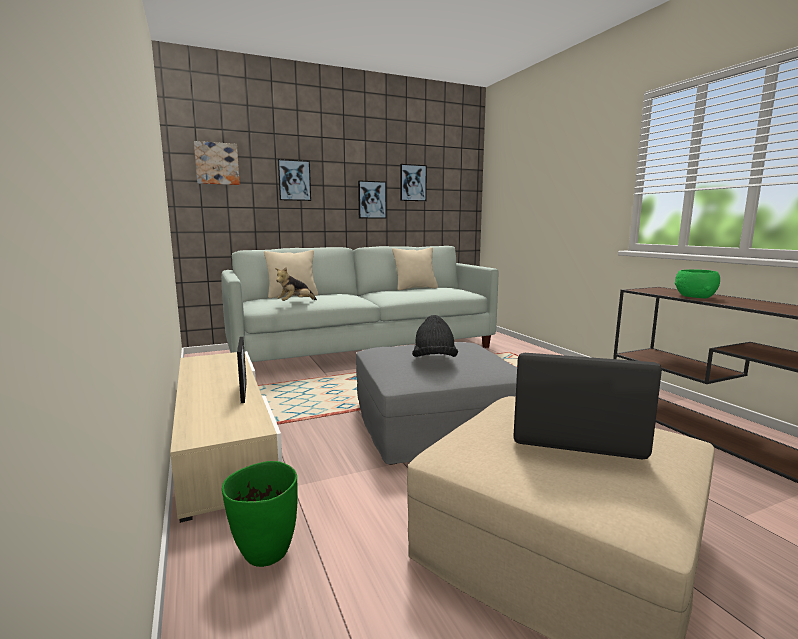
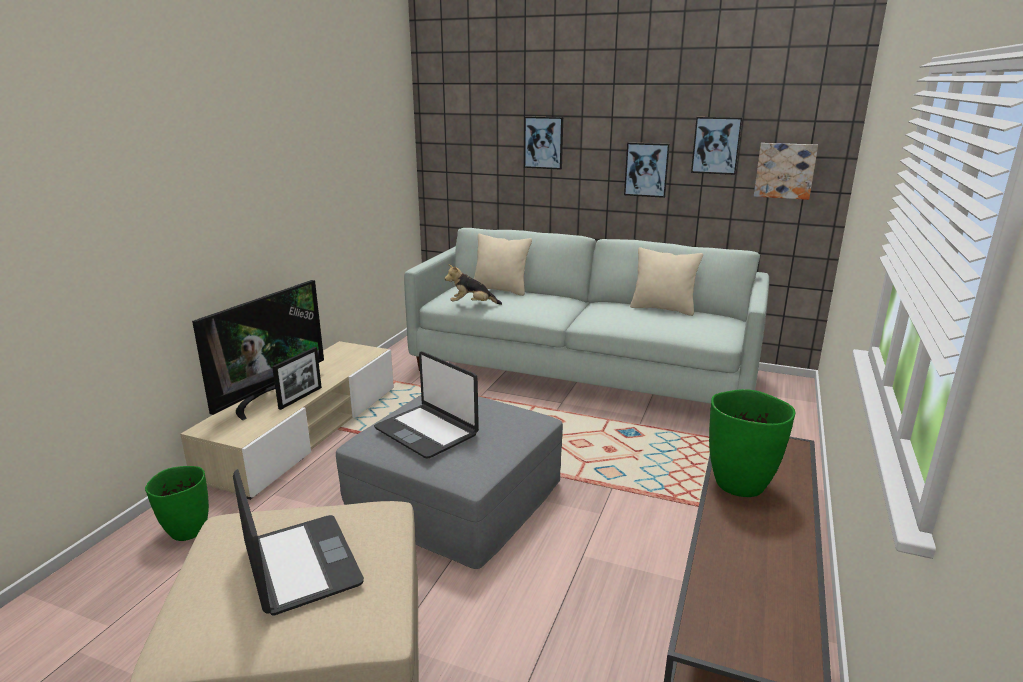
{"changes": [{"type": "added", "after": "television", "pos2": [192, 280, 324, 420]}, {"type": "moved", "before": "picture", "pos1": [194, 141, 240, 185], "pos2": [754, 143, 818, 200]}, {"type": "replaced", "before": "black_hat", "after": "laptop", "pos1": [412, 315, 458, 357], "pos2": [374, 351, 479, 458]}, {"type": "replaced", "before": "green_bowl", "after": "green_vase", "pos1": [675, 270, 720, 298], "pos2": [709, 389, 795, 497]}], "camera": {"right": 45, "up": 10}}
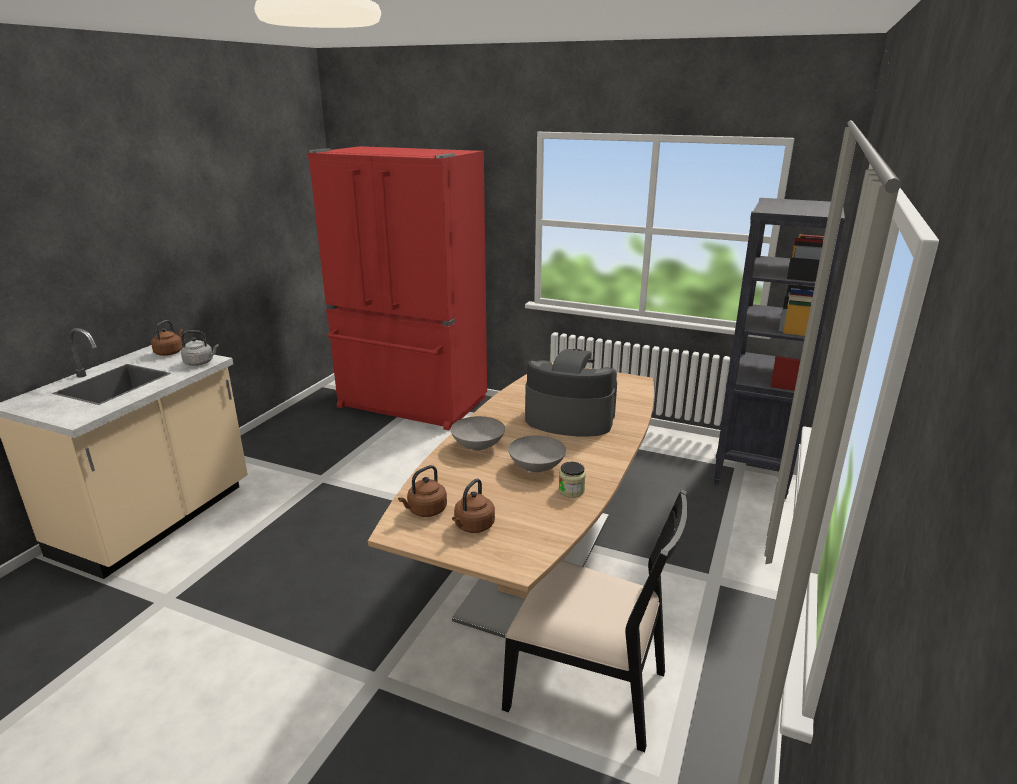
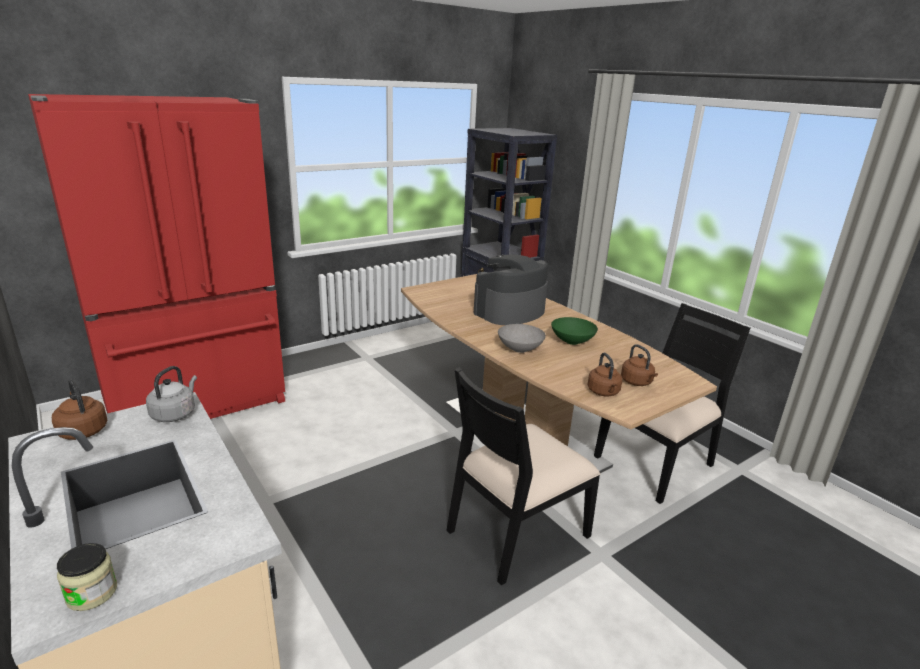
{"changes": [{"type": "added", "after": "black_chair", "pos2": [446, 367, 600, 586]}, {"type": "moved", "before": "jar", "pos1": [559, 462, 586, 498], "pos2": [57, 543, 117, 611]}, {"type": "recoloured", "before": "grey_bowl", "after": "green_bowl", "pos1": [508, 435, 566, 473], "pos2": [551, 317, 598, 345]}], "camera": {"right": -60, "up": 0}}
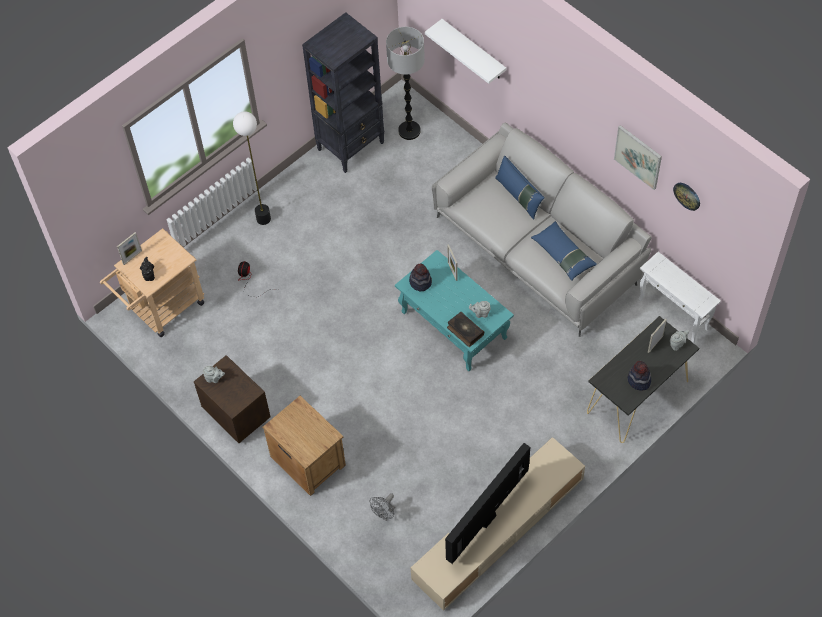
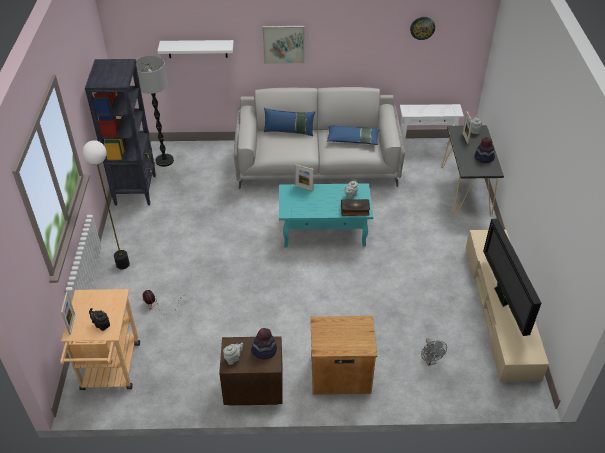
{"changes": [{"type": "moved", "before": "hat", "pos1": [409, 263, 432, 291], "pos2": [251, 328, 277, 359]}, {"type": "moved", "before": "picture", "pos1": [614, 125, 662, 190], "pos2": [262, 26, 304, 64]}], "camera": {"right": -50, "up": -15}}
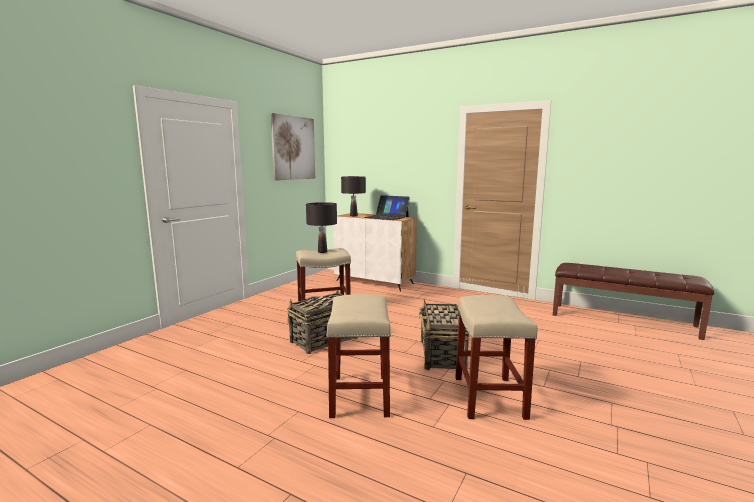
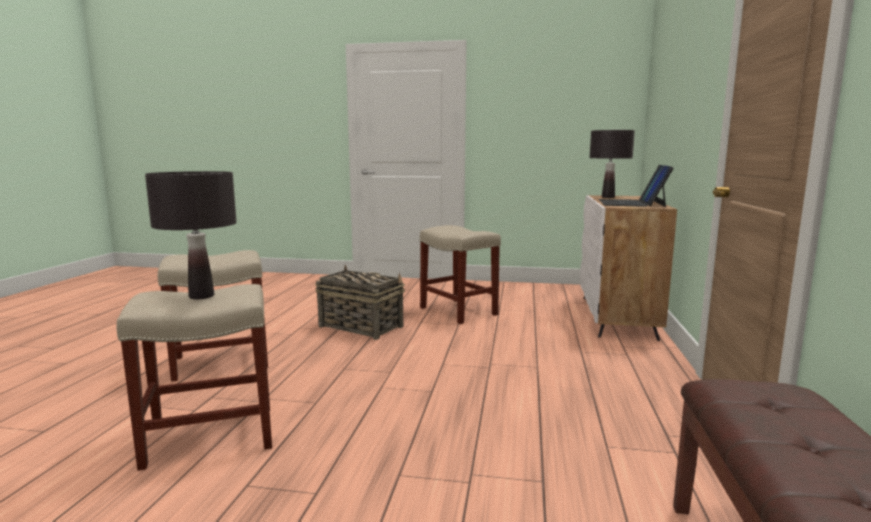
{"changes": [{"type": "removed", "before": "picture", "pos1": [271, 113, 315, 181]}, {"type": "removed", "before": "basket", "pos1": [418, 299, 470, 370]}, {"type": "moved", "before": "black_table_lamp", "pos1": [306, 202, 337, 253], "pos2": [145, 171, 237, 299]}], "camera": {"right": 70, "up": 0}}
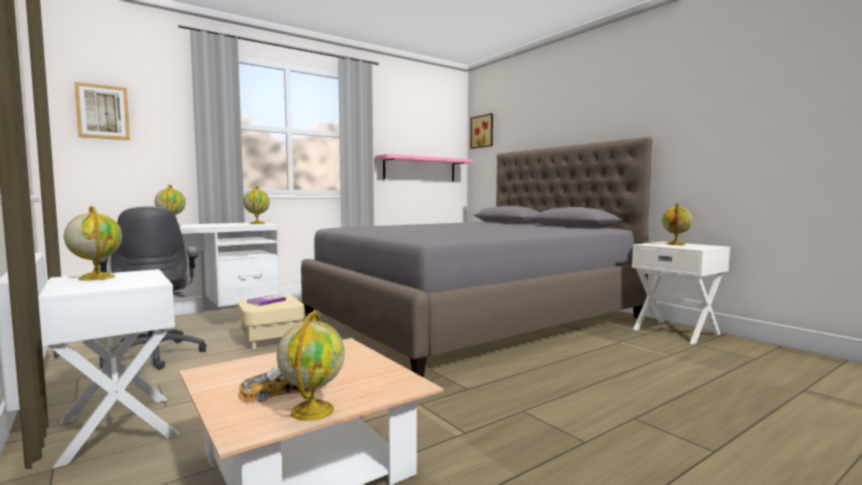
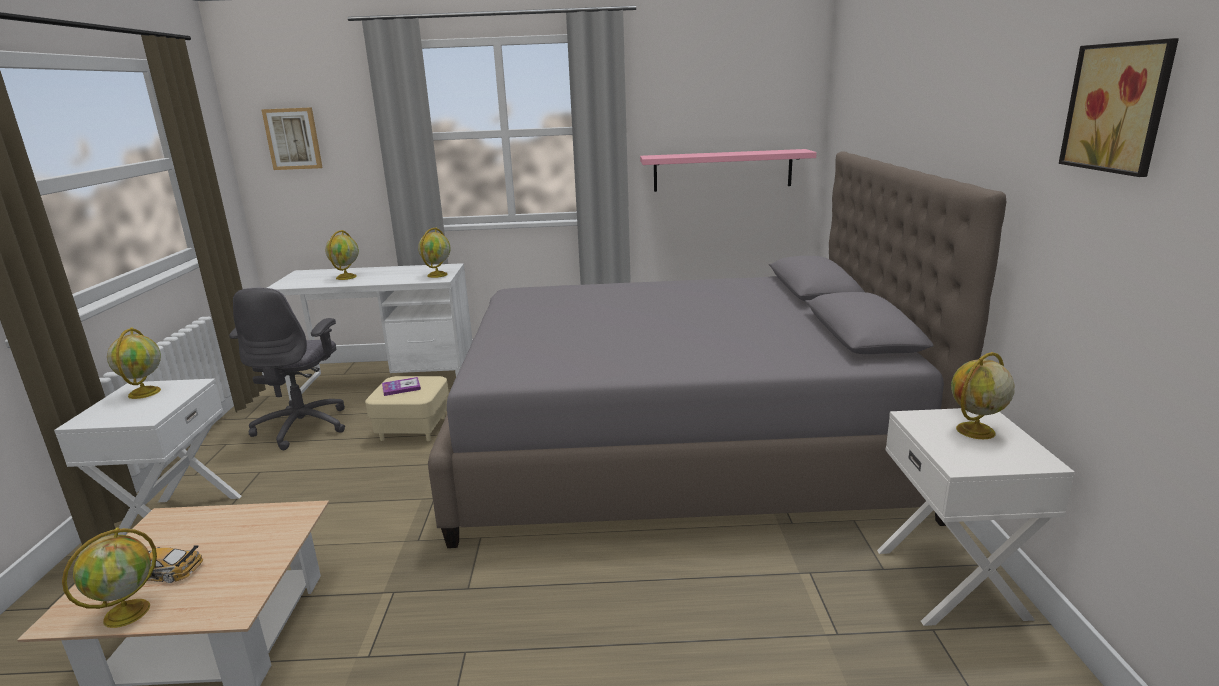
{"changes": [{"type": "moved", "before": "picture", "pos1": [470, 113, 493, 149], "pos2": [1059, 38, 1179, 177]}], "camera": {"right": 35, "up": 15}}
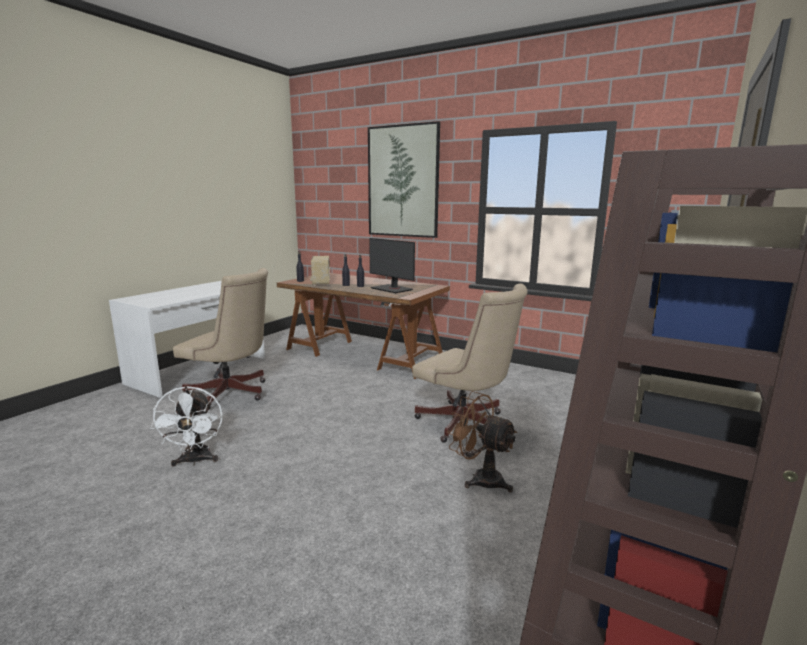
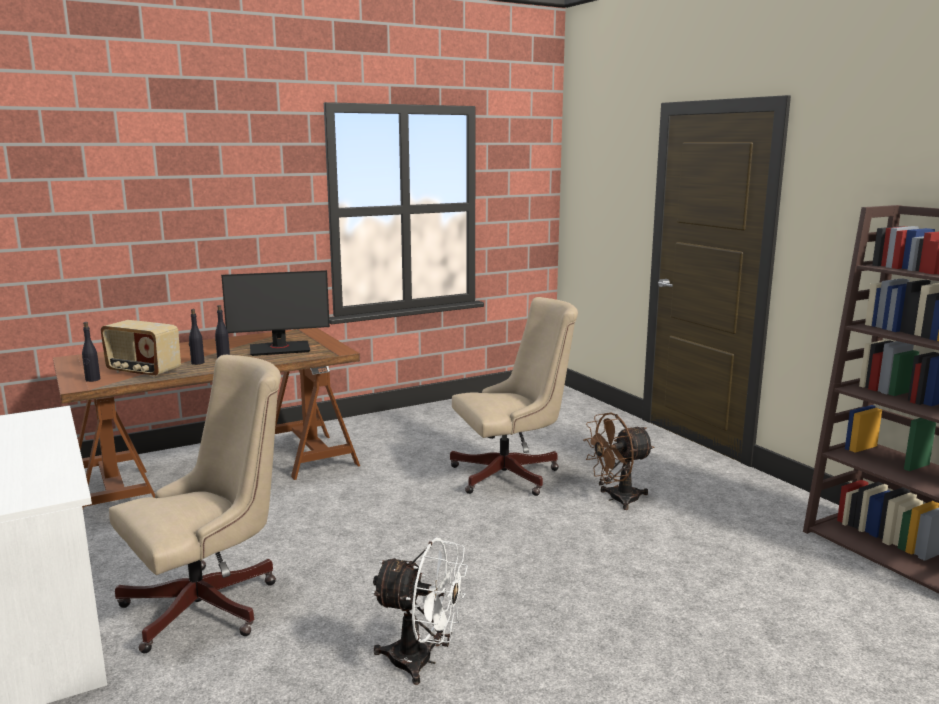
{"changes": [{"type": "removed", "before": "picture", "pos1": [368, 121, 440, 238]}], "camera": {"right": -60, "up": 0}}
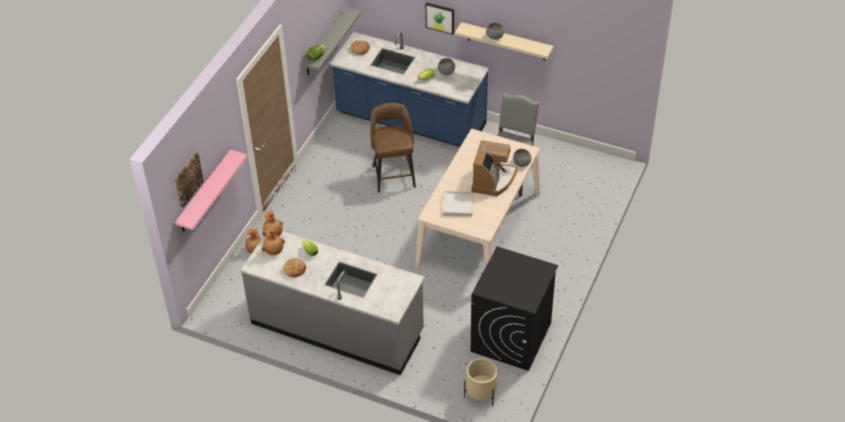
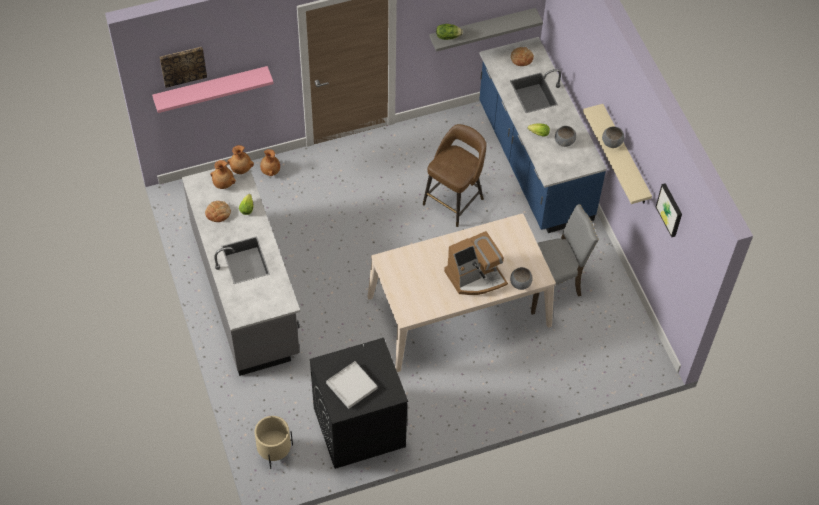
{"changes": [{"type": "moved", "before": "picture", "pos1": [425, 3, 454, 35], "pos2": [656, 183, 682, 237]}, {"type": "moved", "before": "white_tray", "pos1": [443, 191, 473, 217], "pos2": [326, 361, 377, 409]}], "camera": {"right": 45, "up": 10}}
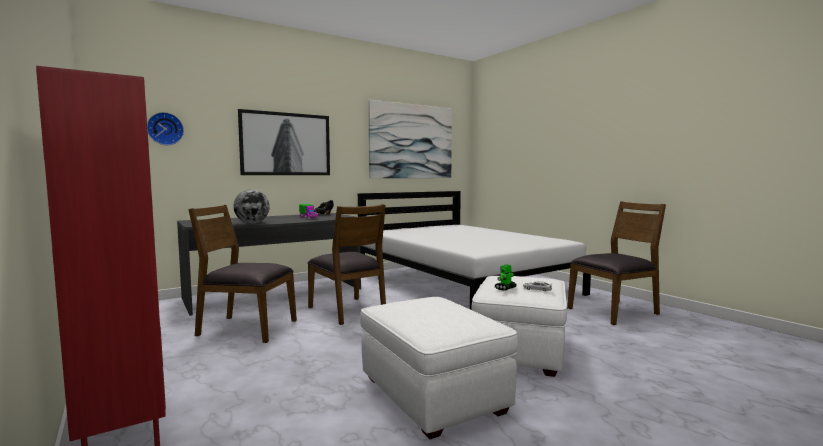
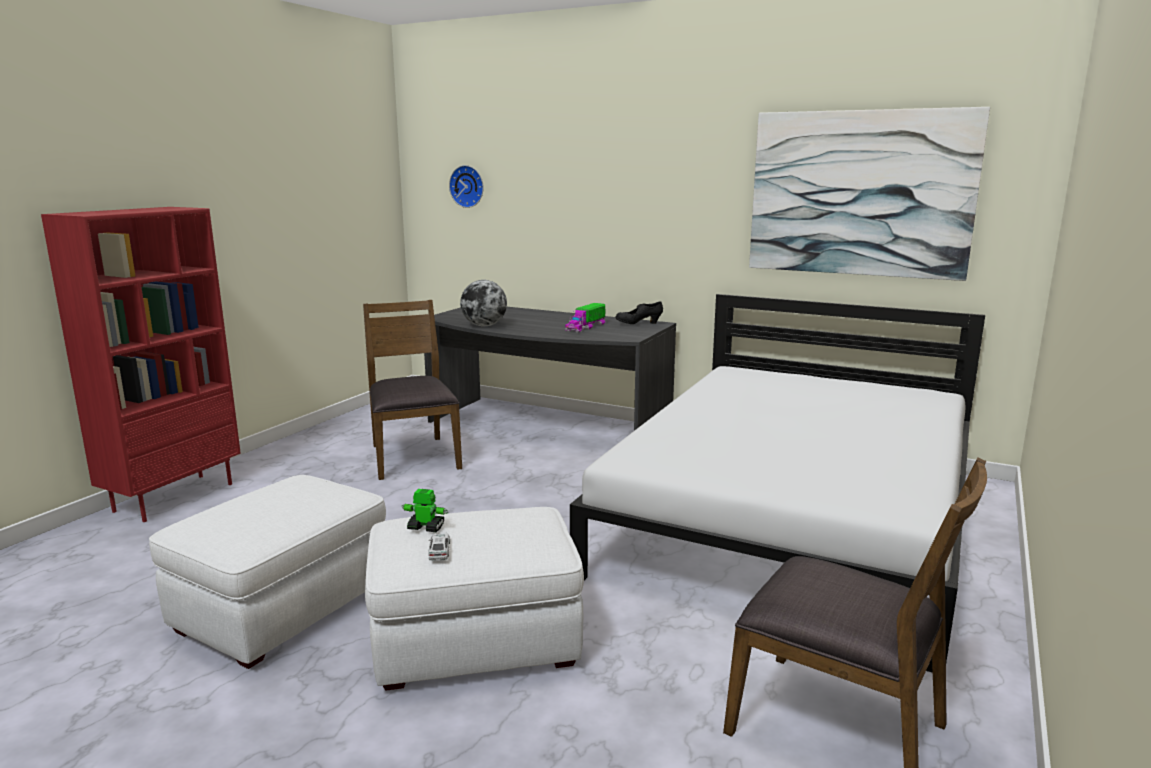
{"changes": [{"type": "removed", "before": "picture", "pos1": [238, 109, 330, 175]}, {"type": "removed", "before": "brown_chair", "pos1": [308, 204, 386, 325]}], "camera": {"right": 60, "up": 10}}
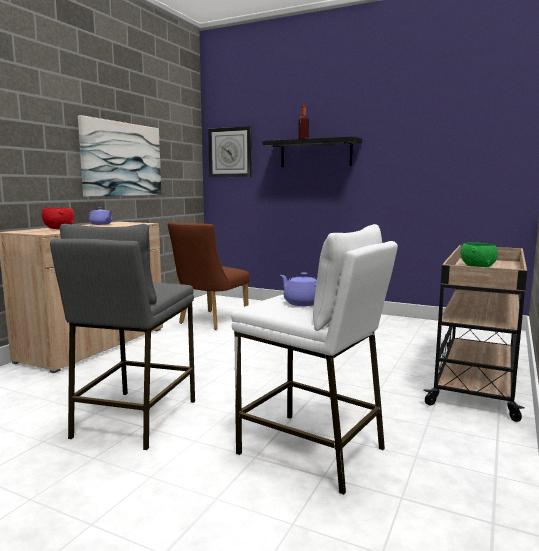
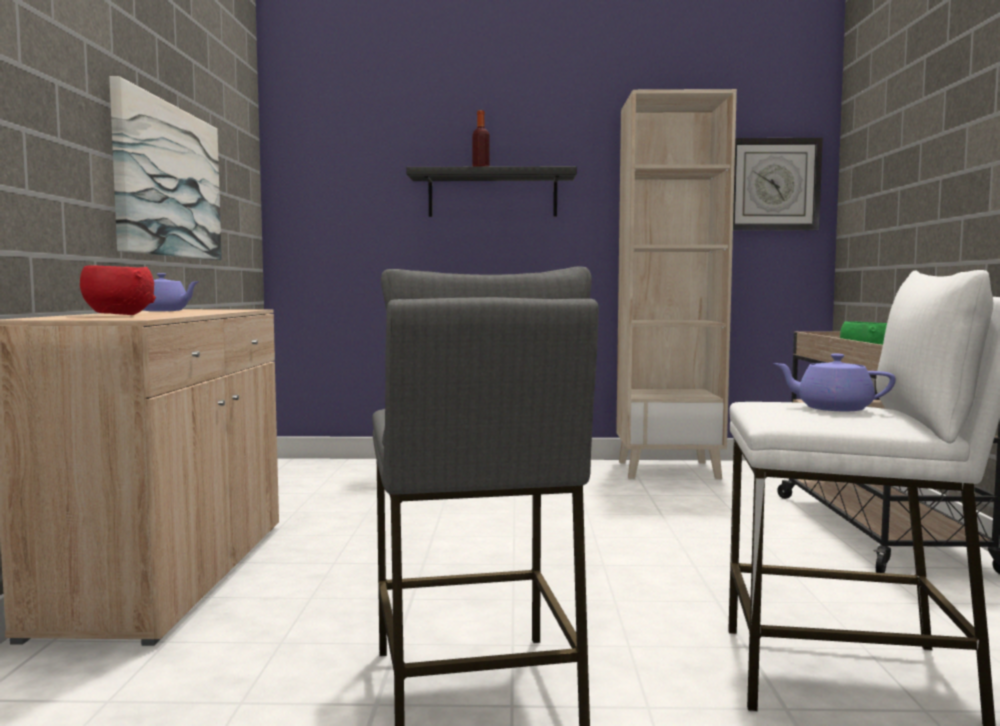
{"changes": [{"type": "removed", "before": "brown_chair", "pos1": [168, 222, 250, 330]}, {"type": "added", "after": "beige_bookcase", "pos2": [616, 89, 737, 479]}, {"type": "moved", "before": "wall_clock", "pos1": [208, 126, 252, 177], "pos2": [733, 138, 823, 230]}], "camera": {"right": -25, "up": -5}}
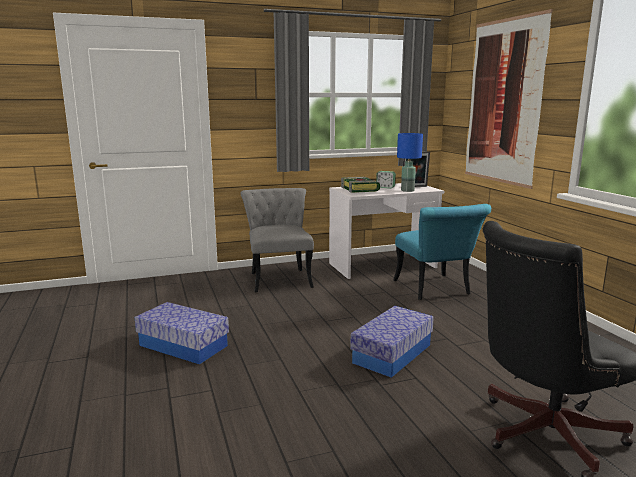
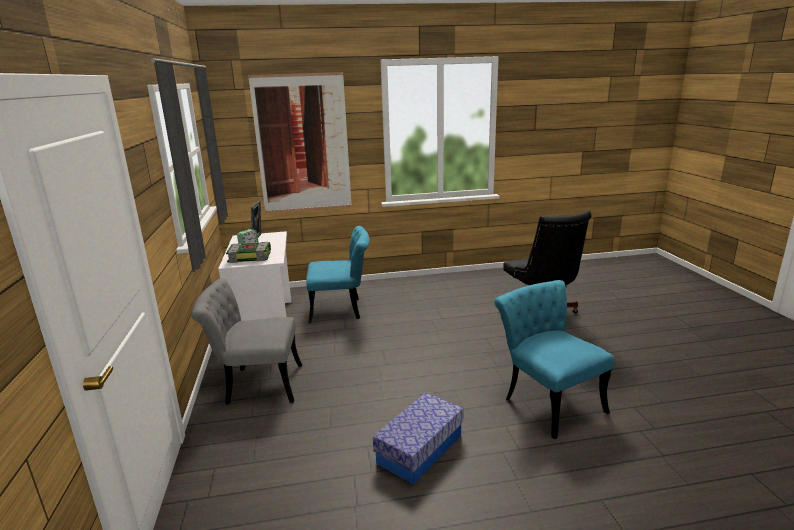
{"changes": [{"type": "removed", "before": "storage_box", "pos1": [350, 306, 434, 378]}, {"type": "removed", "before": "blue_table_lamp", "pos1": [397, 133, 423, 192]}, {"type": "added", "after": "turquoise_chair", "pos2": [495, 280, 614, 439]}], "camera": {"right": -80, "up": 5}}
